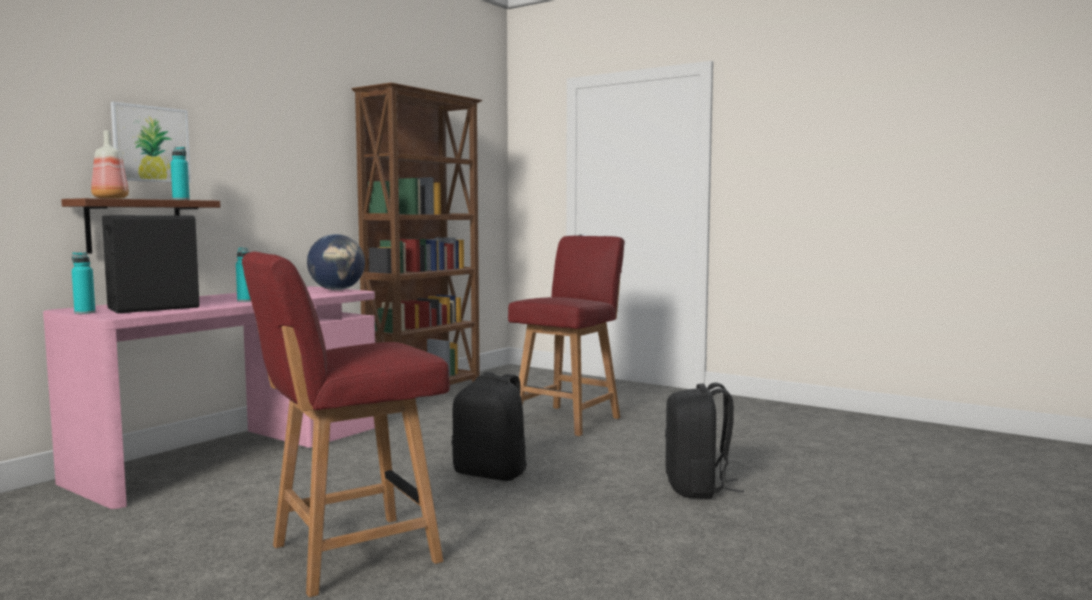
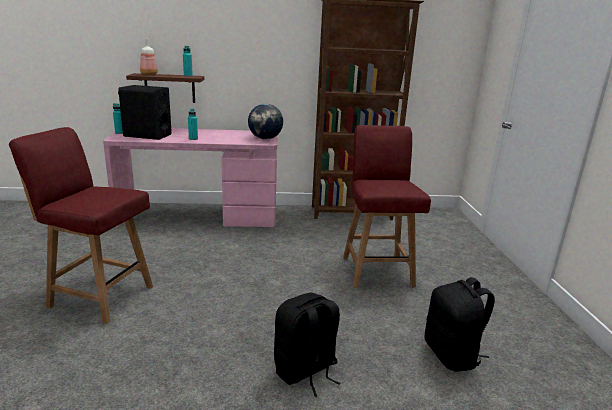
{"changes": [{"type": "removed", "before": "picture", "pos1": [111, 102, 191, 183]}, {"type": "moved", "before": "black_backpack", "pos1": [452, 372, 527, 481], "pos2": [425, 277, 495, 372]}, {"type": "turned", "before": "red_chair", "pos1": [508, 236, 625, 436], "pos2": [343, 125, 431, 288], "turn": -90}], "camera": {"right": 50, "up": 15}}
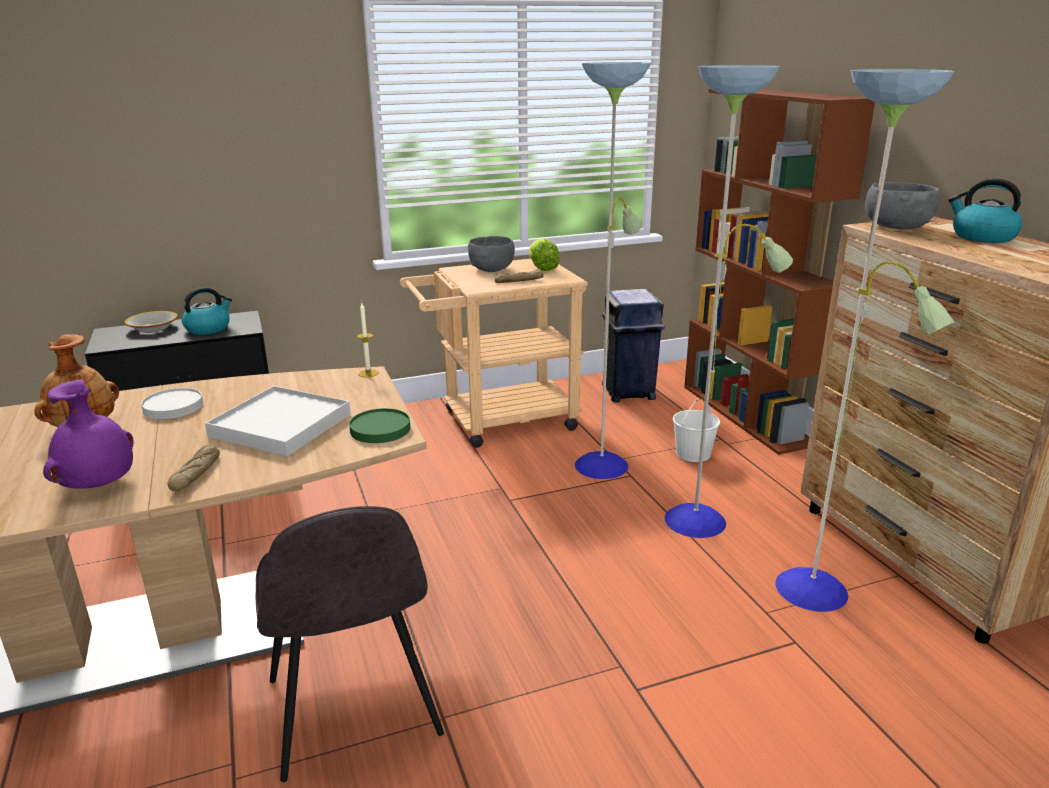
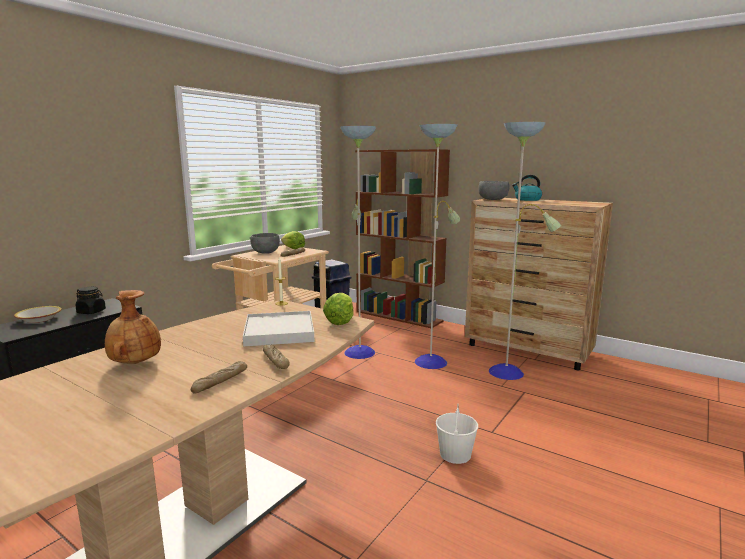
{"changes": [{"type": "removed", "before": "white_plate", "pos1": [141, 388, 203, 419]}, {"type": "removed", "before": "grey_chair", "pos1": [256, 506, 444, 782]}, {"type": "moved", "before": "white_bucket", "pos1": [673, 398, 720, 462], "pos2": [436, 404, 478, 464]}, {"type": "replaced", "before": "purple_vase", "after": "bread", "pos1": [43, 379, 134, 489], "pos2": [191, 361, 247, 393]}, {"type": "replaced", "before": "kettle", "after": "black_jar", "pos1": [182, 287, 232, 335], "pos2": [76, 287, 106, 314]}, {"type": "replaced", "before": "green_plate", "after": "lettuce", "pos1": [349, 408, 410, 443], "pos2": [323, 293, 354, 325]}], "camera": {"right": -35, "up": -10}}
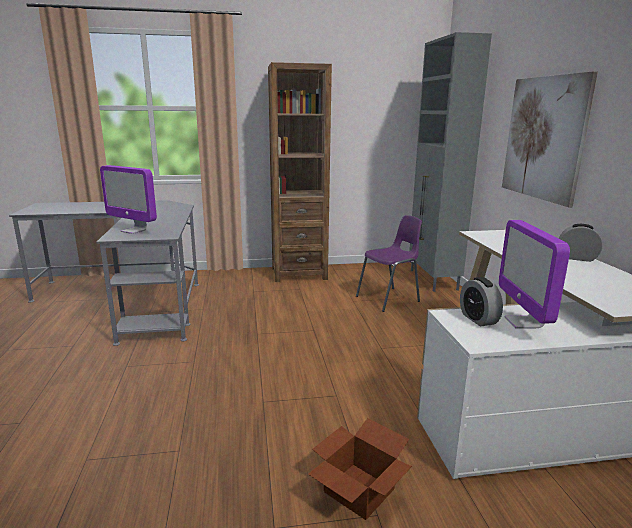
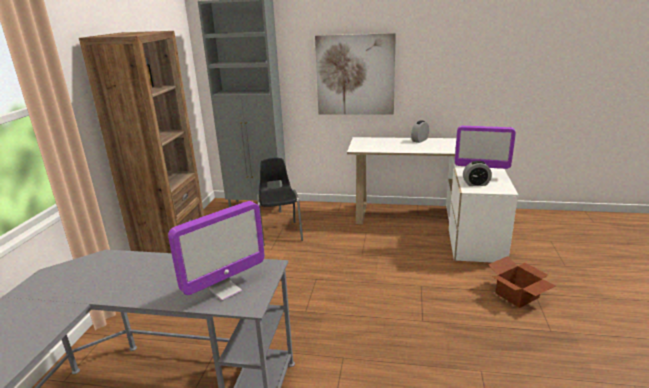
{"changes": [{"type": "recoloured", "before": "purple_chair", "after": "black_chair", "pos1": [356, 215, 422, 312], "pos2": [257, 158, 303, 246]}], "camera": {"right": -70, "up": 5}}
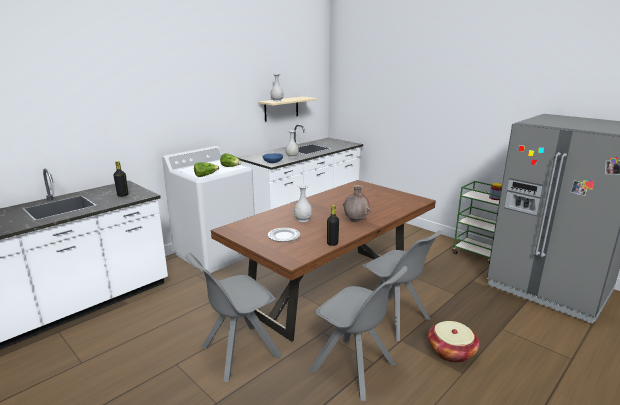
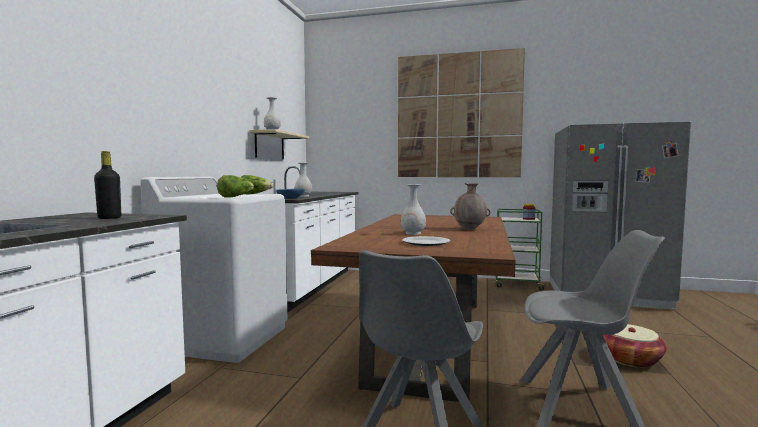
{"changes": [{"type": "removed", "before": "black_bottle", "pos1": [327, 205, 339, 246]}, {"type": "removed", "before": "grey_chair", "pos1": [362, 230, 442, 341]}, {"type": "added", "after": "picture", "pos2": [398, 48, 525, 177]}], "camera": {"right": -30, "up": -15}}
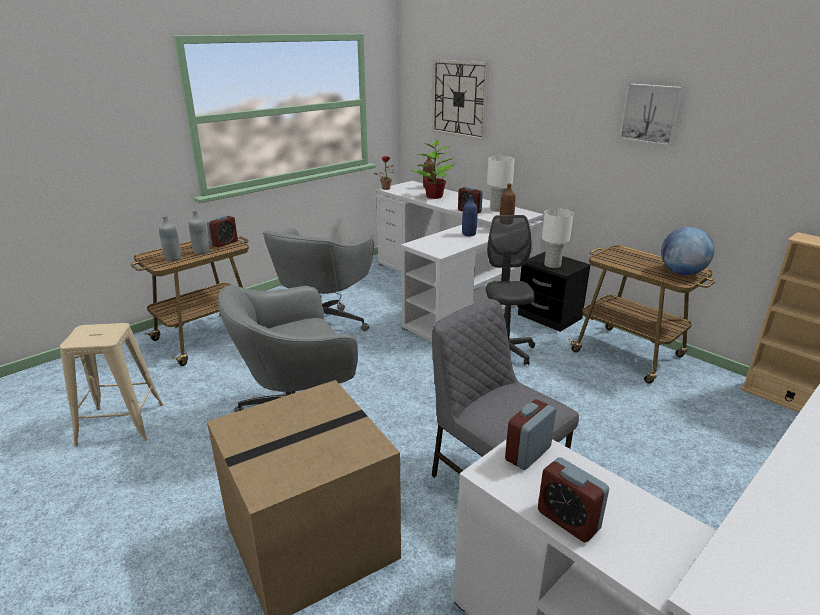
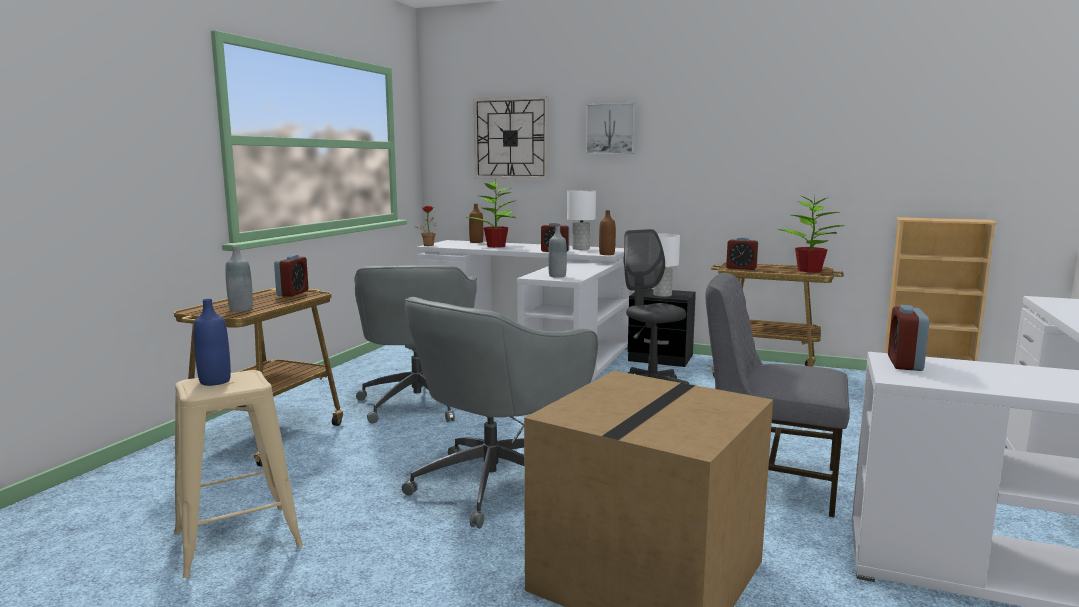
{"changes": [{"type": "moved", "before": "grey_bottle", "pos1": [189, 210, 210, 255], "pos2": [548, 227, 567, 278]}, {"type": "moved", "before": "blue_bottle", "pos1": [462, 195, 478, 236], "pos2": [193, 299, 231, 386]}, {"type": "moved", "before": "alarm_clock", "pos1": [538, 457, 609, 543], "pos2": [726, 237, 758, 270]}, {"type": "moved", "before": "picture", "pos1": [619, 84, 684, 146], "pos2": [586, 103, 636, 154]}, {"type": "replaced", "before": "globe", "after": "potted_plant", "pos1": [661, 227, 714, 275], "pos2": [778, 192, 846, 272]}], "camera": {"right": -25, "up": -15}}
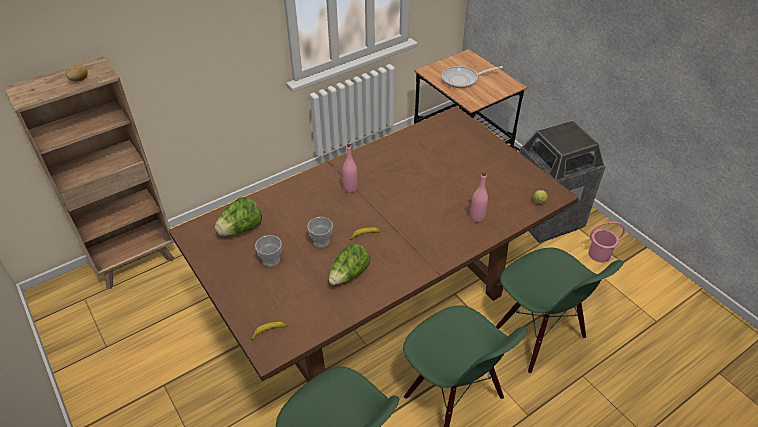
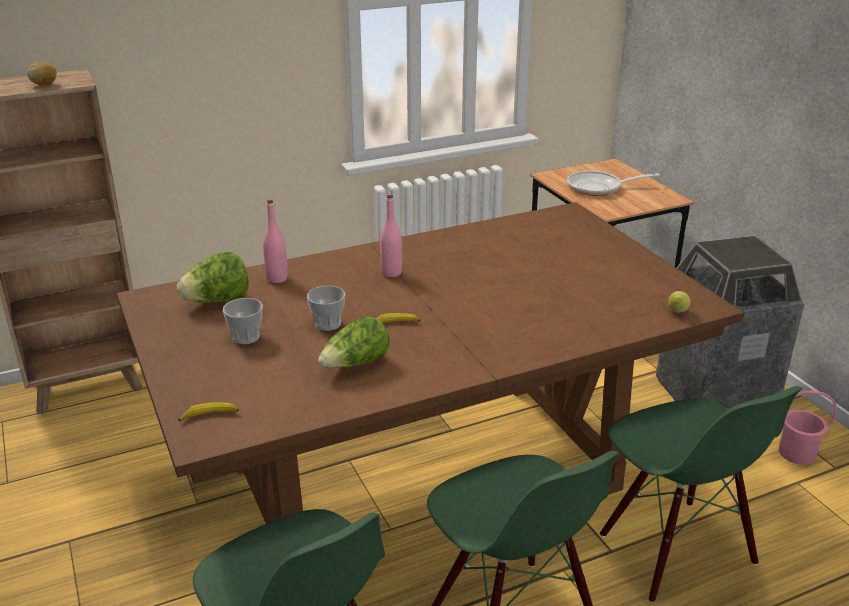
{"changes": [{"type": "moved", "before": "pink_bottle", "pos1": [470, 172, 488, 222], "pos2": [263, 200, 288, 283]}], "camera": {"right": 10, "up": -15}}
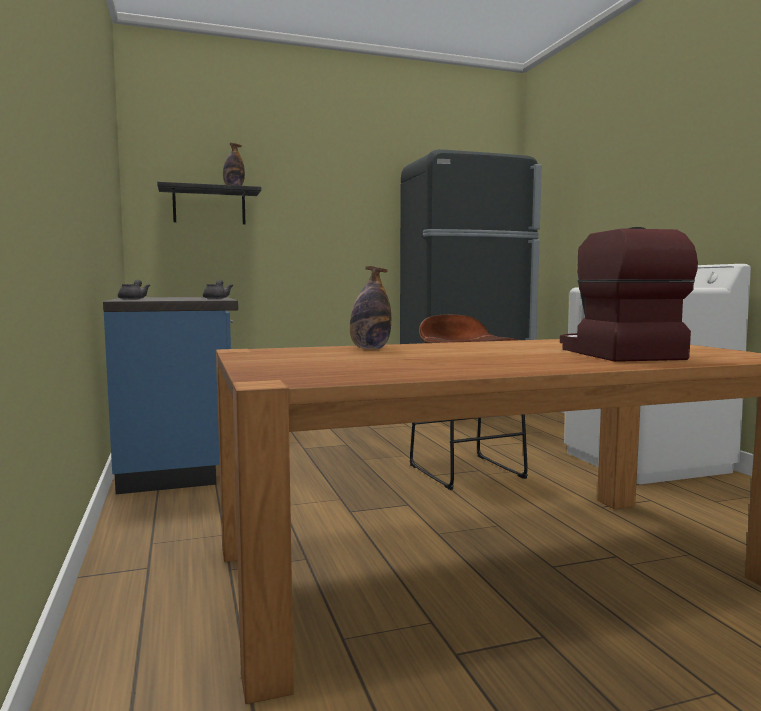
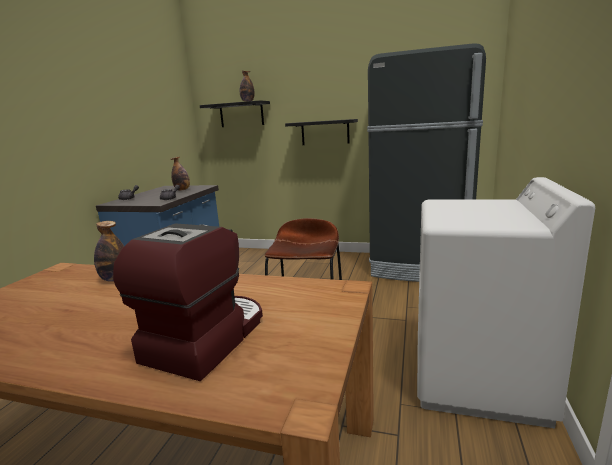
{"changes": [{"type": "added", "after": "bottle", "pos2": [171, 157, 190, 191]}, {"type": "added", "after": "black_shelf", "pos2": [285, 119, 358, 145]}], "camera": {"right": 35, "up": 10}}
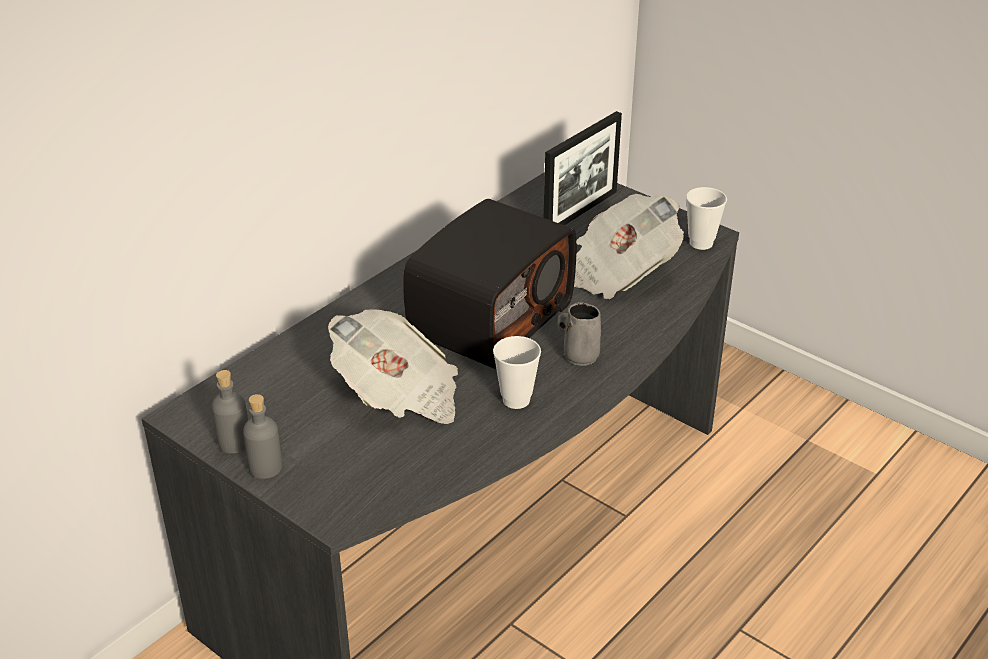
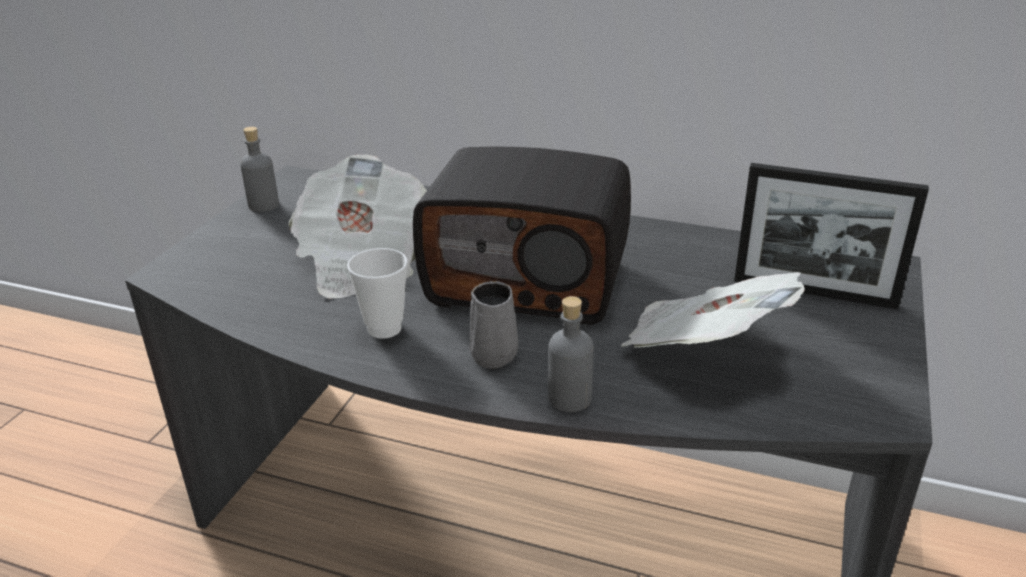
{"changes": [{"type": "removed", "before": "cup", "pos1": [686, 187, 727, 250]}, {"type": "moved", "before": "grey_bottle", "pos1": [243, 394, 282, 479], "pos2": [548, 296, 594, 412]}], "camera": {"right": 70, "up": -5}}
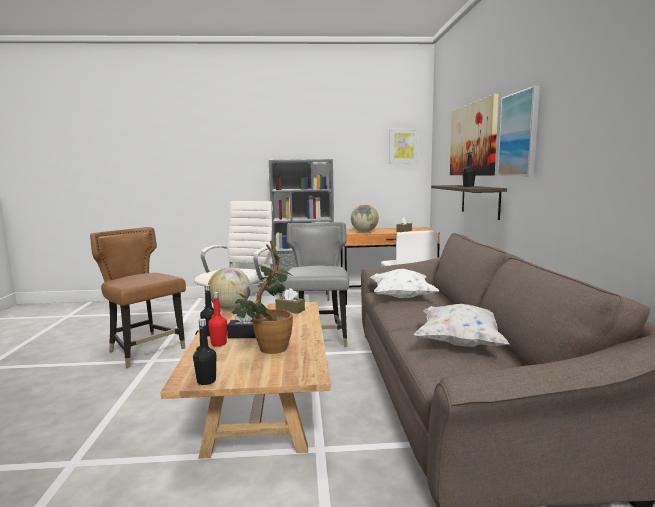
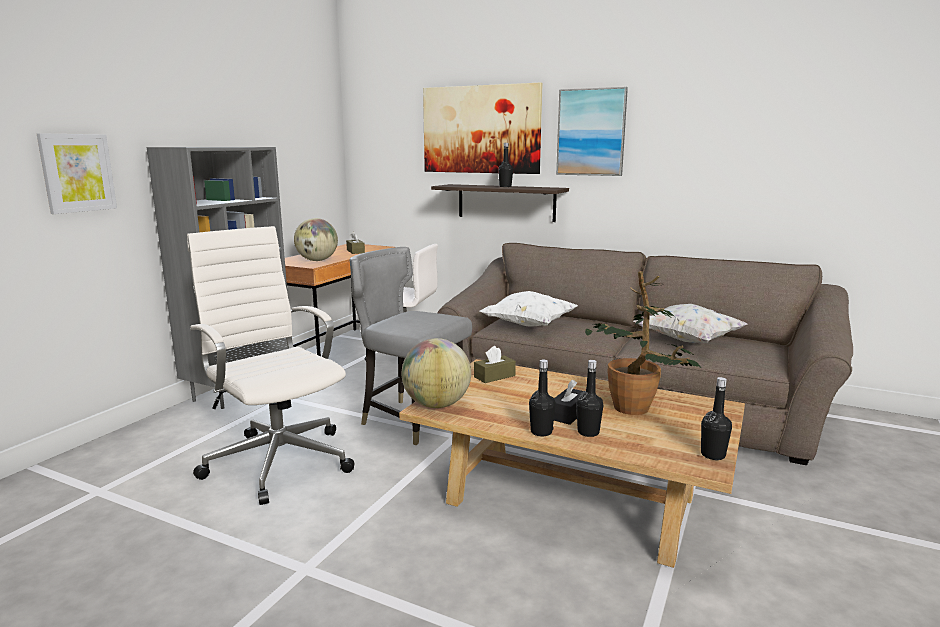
{"changes": [{"type": "removed", "before": "brown_chair", "pos1": [90, 227, 186, 368]}, {"type": "moved", "before": "picture", "pos1": [389, 128, 419, 163], "pos2": [37, 133, 117, 214]}, {"type": "recoloured", "before": "red_bottle", "after": "black_bottle", "pos1": [208, 292, 227, 346], "pos2": [576, 360, 604, 437]}], "camera": {"right": -60, "up": 5}}
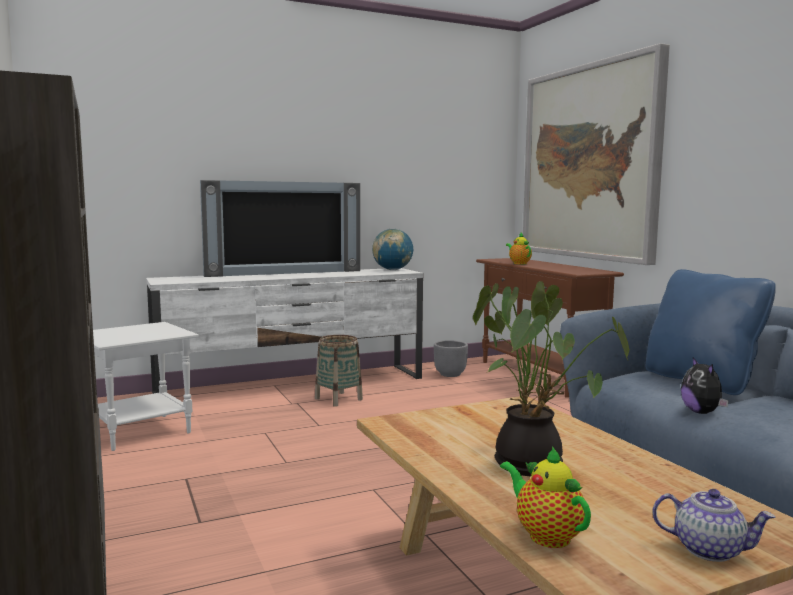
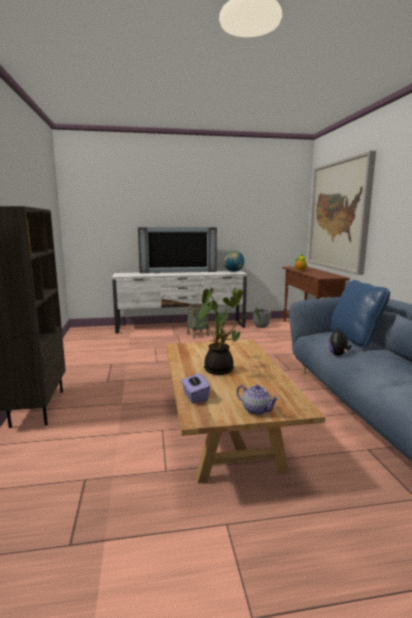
{"changes": [{"type": "removed", "before": "white_side_table", "pos1": [93, 322, 199, 451]}, {"type": "replaced", "before": "teapot", "after": "purple_tissue_box", "pos1": [500, 446, 591, 548], "pos2": [181, 373, 210, 403]}], "camera": {"right": 15, "up": 5}}
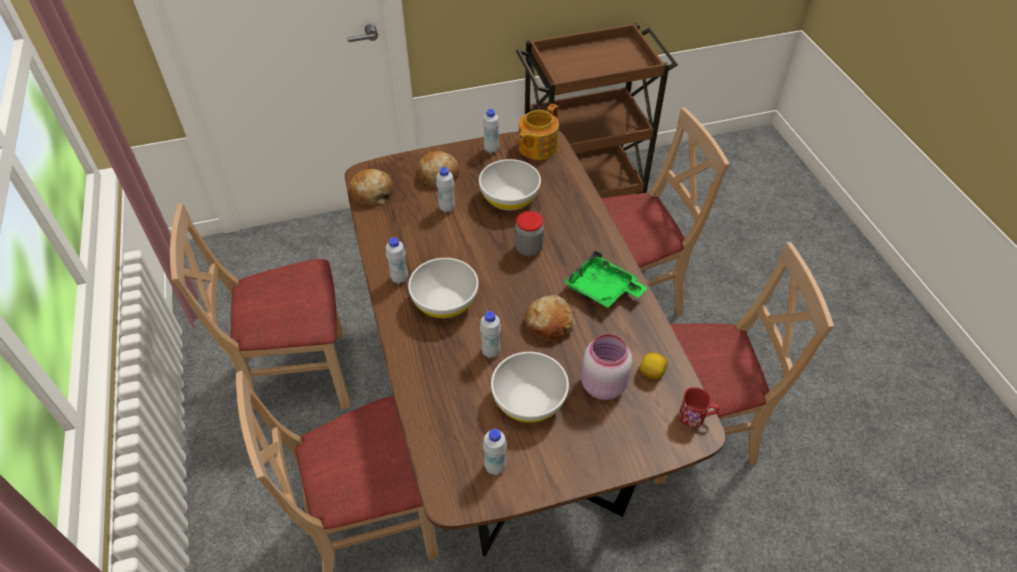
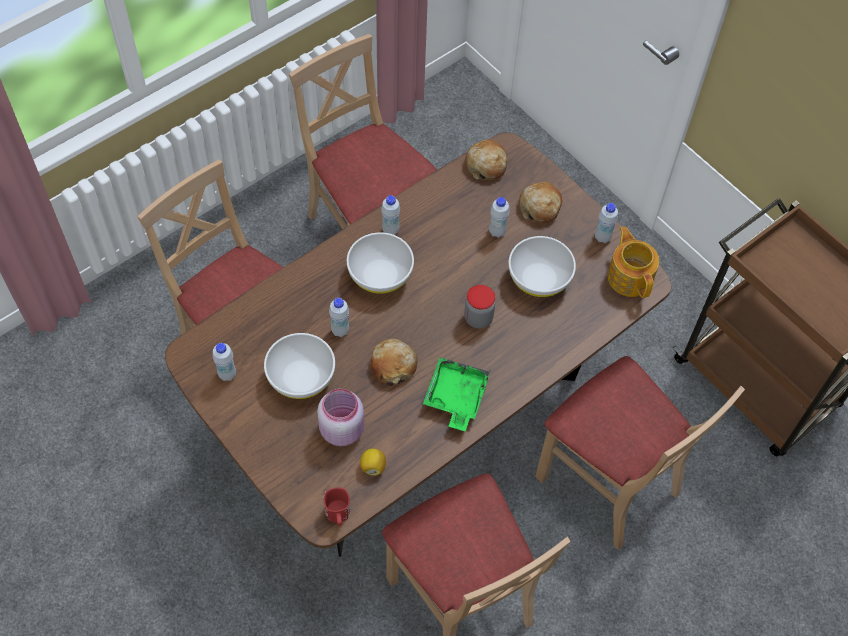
{"changes": [{"type": "turned", "before": "teapot", "pos1": [518, 104, 559, 160], "pos2": [608, 227, 659, 298], "turn": 60}], "camera": {"right": 65, "up": 10}}
